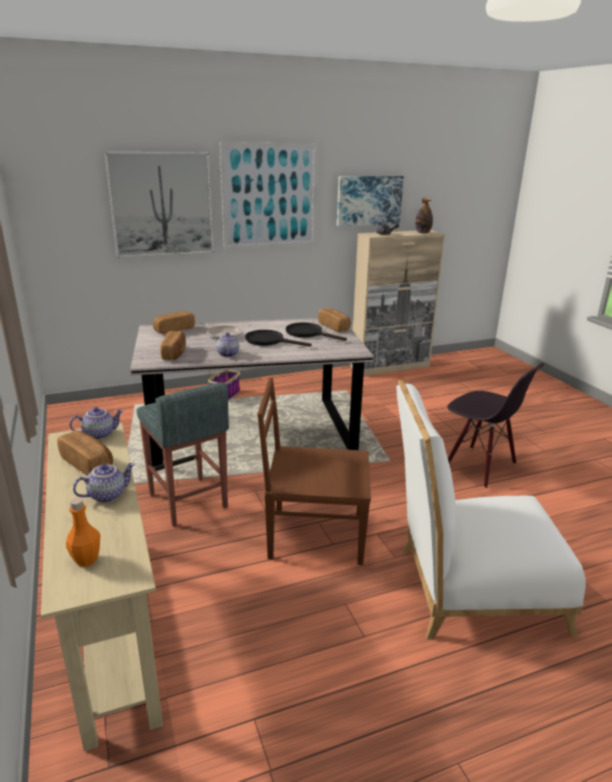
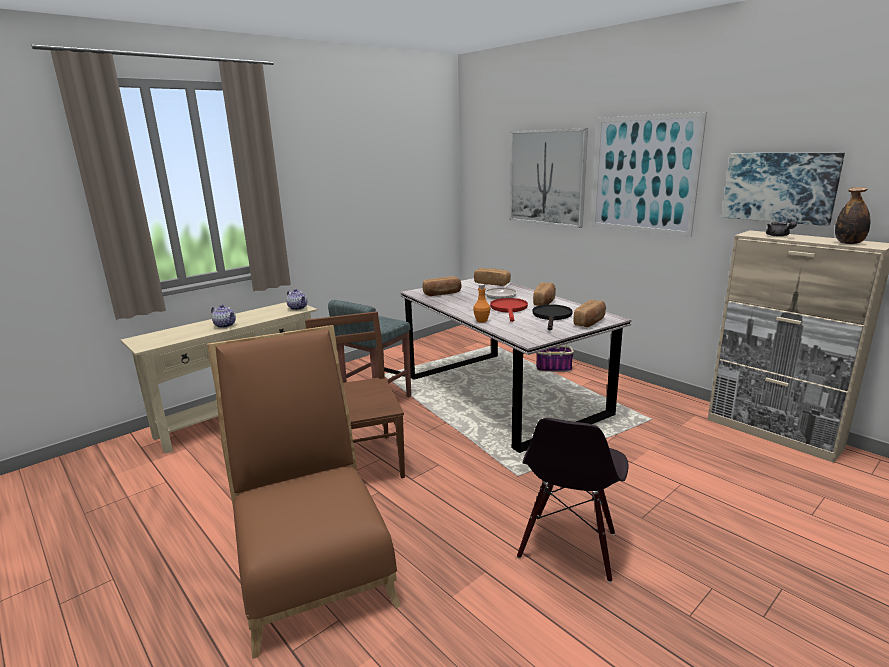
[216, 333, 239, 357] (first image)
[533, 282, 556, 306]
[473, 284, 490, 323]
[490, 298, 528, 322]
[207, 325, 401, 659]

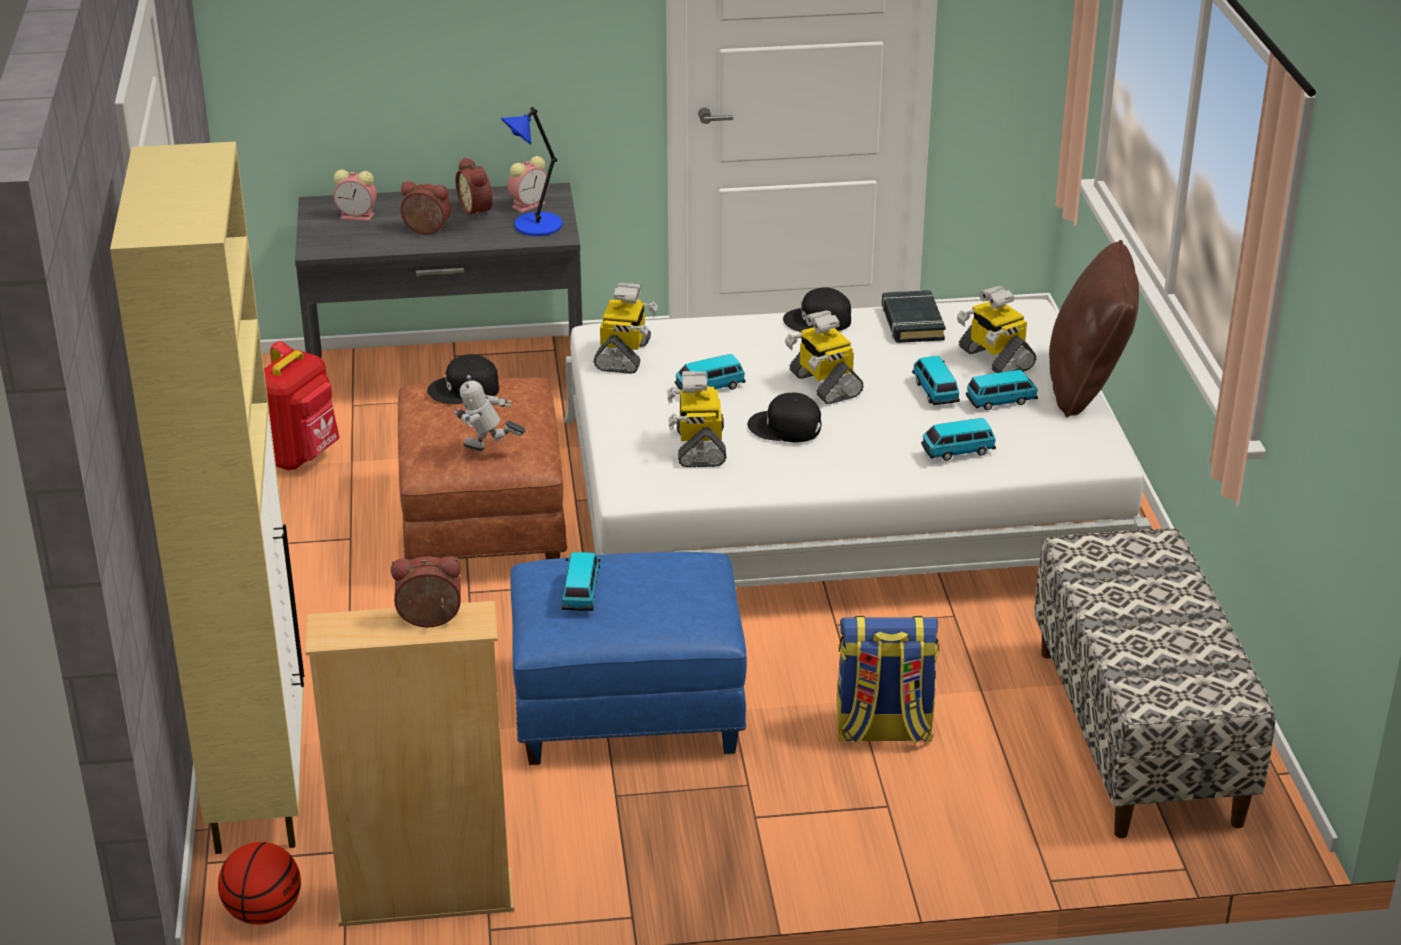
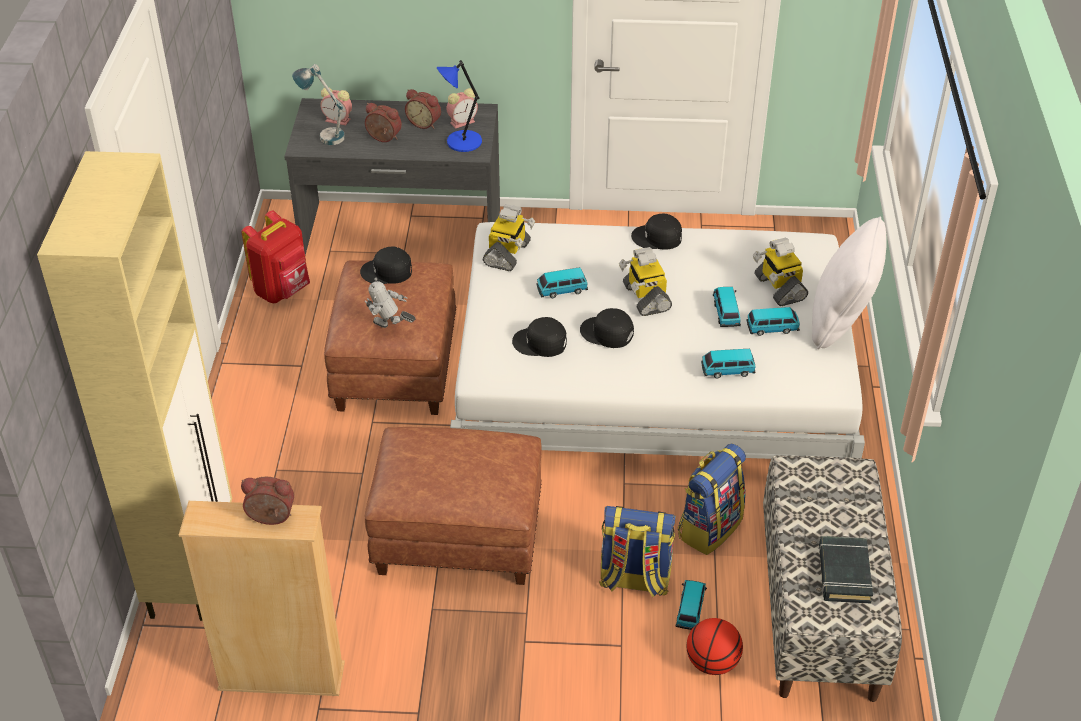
[292, 64, 345, 145]
[678, 443, 746, 555]
[686, 618, 743, 675]
[675, 580, 707, 630]
[819, 536, 873, 603]
[512, 317, 567, 357]
[365, 427, 542, 585]
[812, 216, 887, 349]
[405, 89, 441, 129]

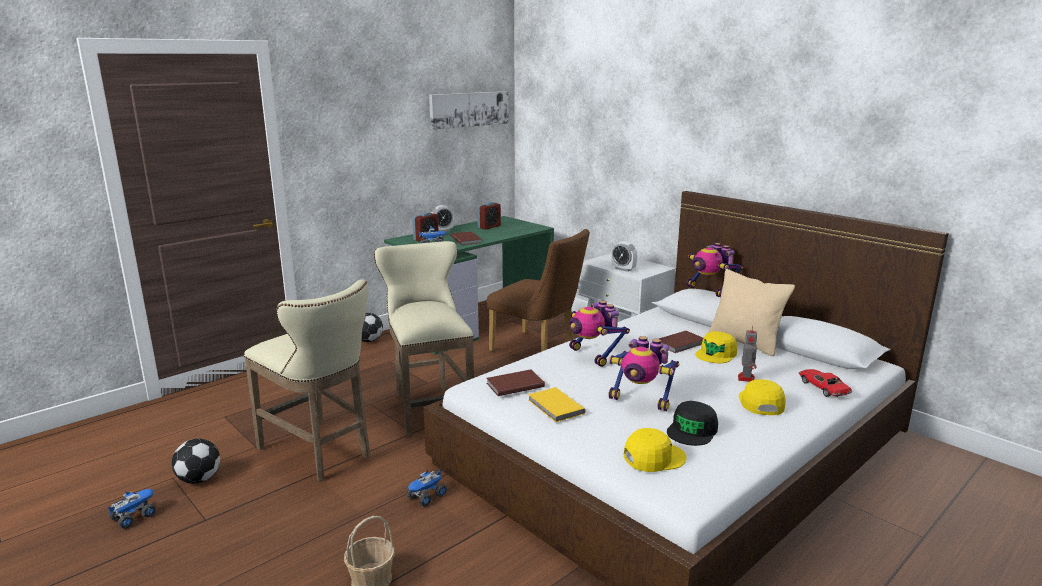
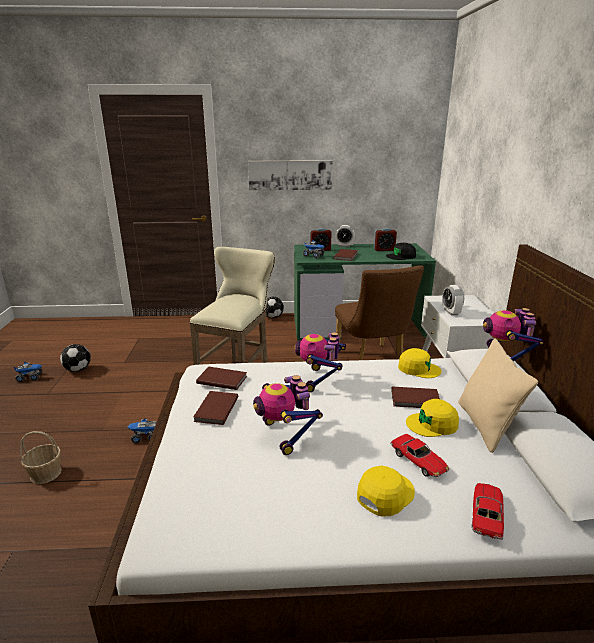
[244, 279, 371, 482] (first image)
[248, 160, 333, 190]
[398, 348, 442, 378]
[386, 243, 416, 260]
[390, 434, 449, 477]
[193, 391, 238, 425]

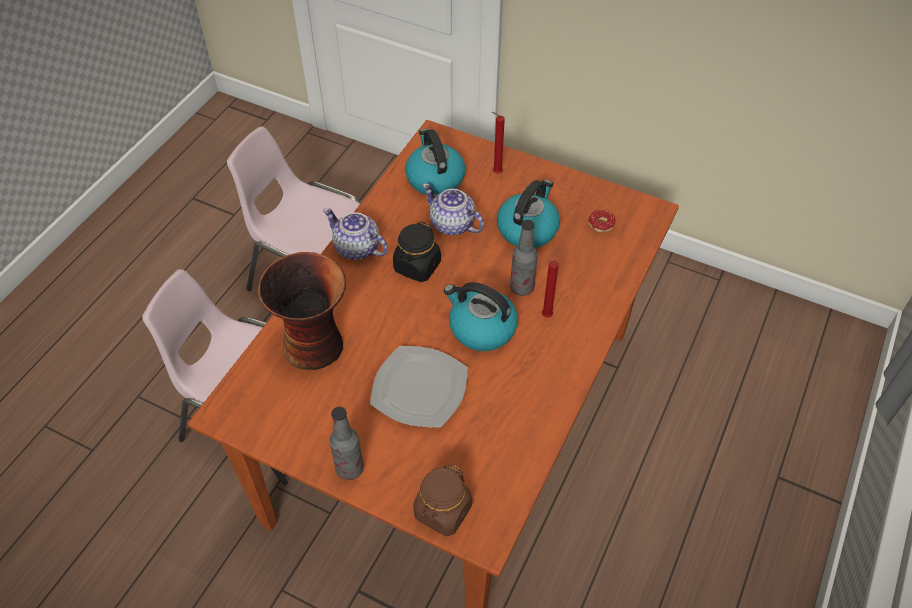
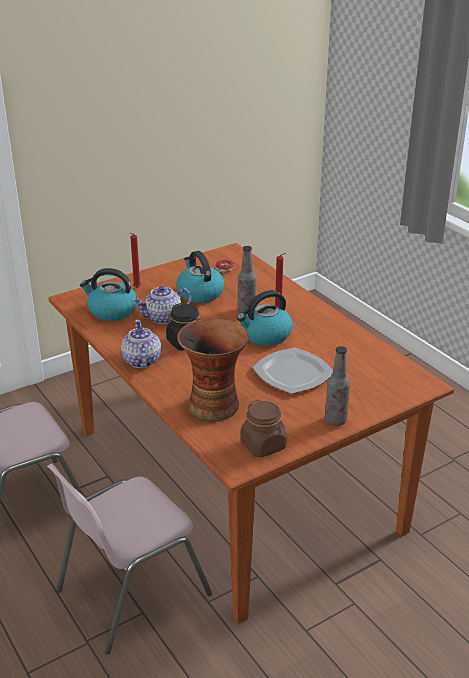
[240, 399, 287, 458]
[121, 320, 161, 369]

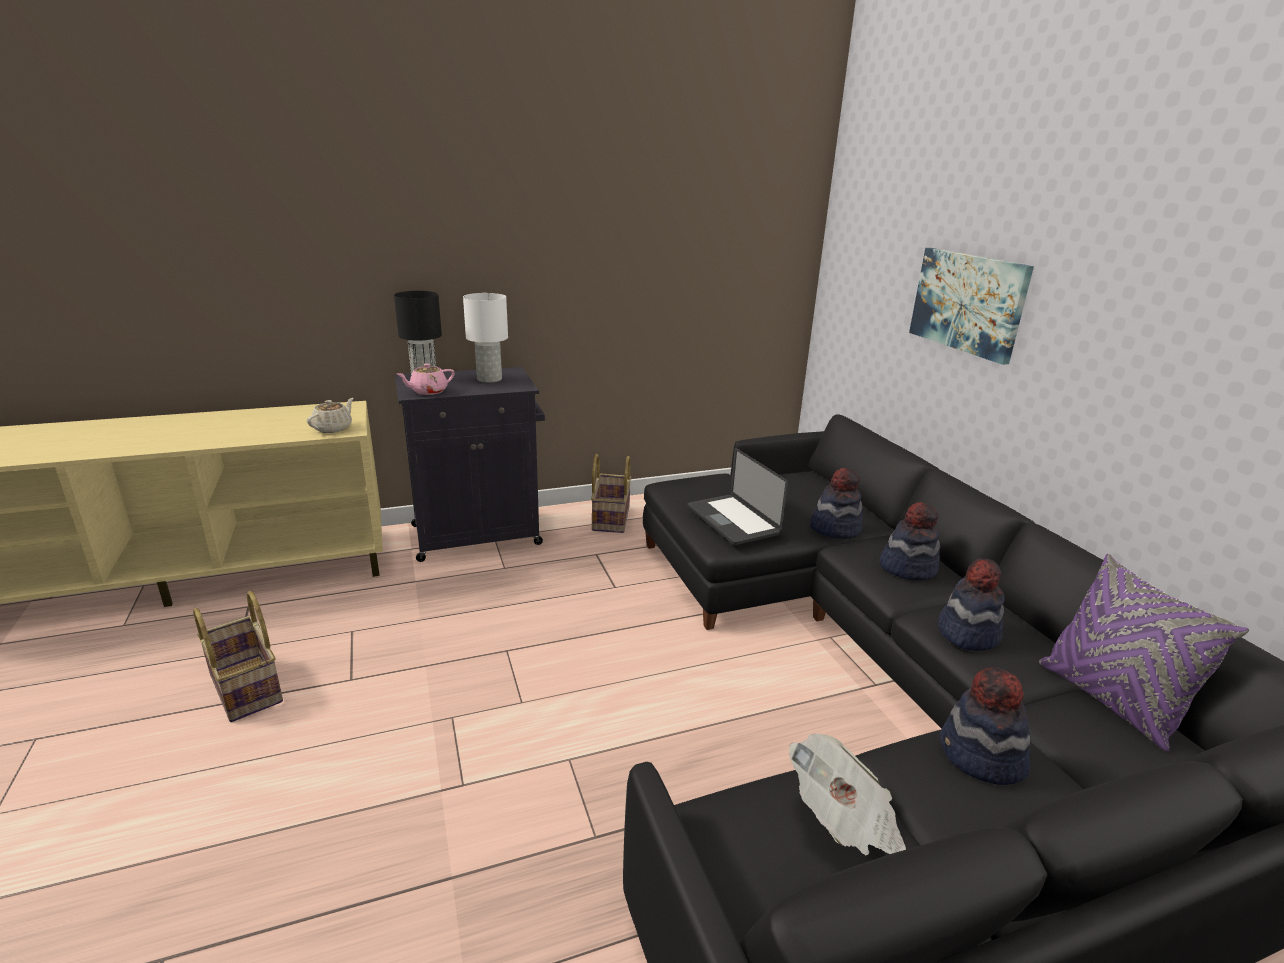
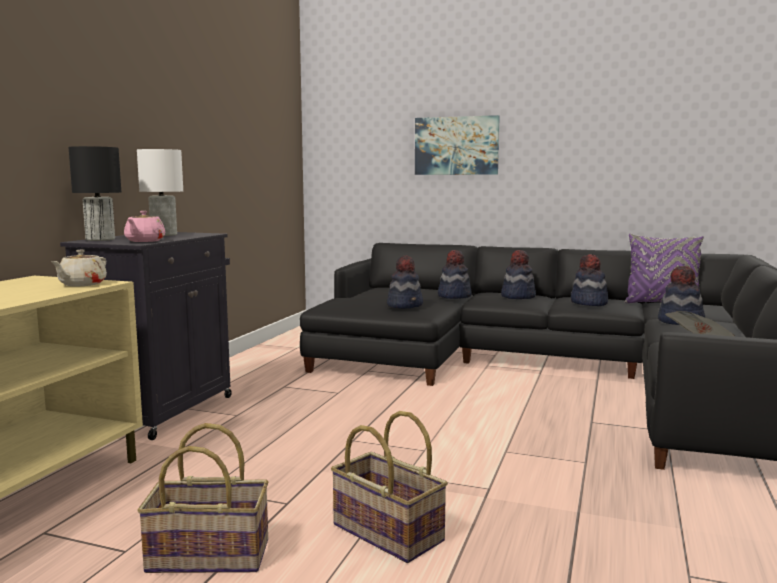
[331, 411, 448, 563]
[387, 255, 423, 308]
[51, 249, 107, 286]

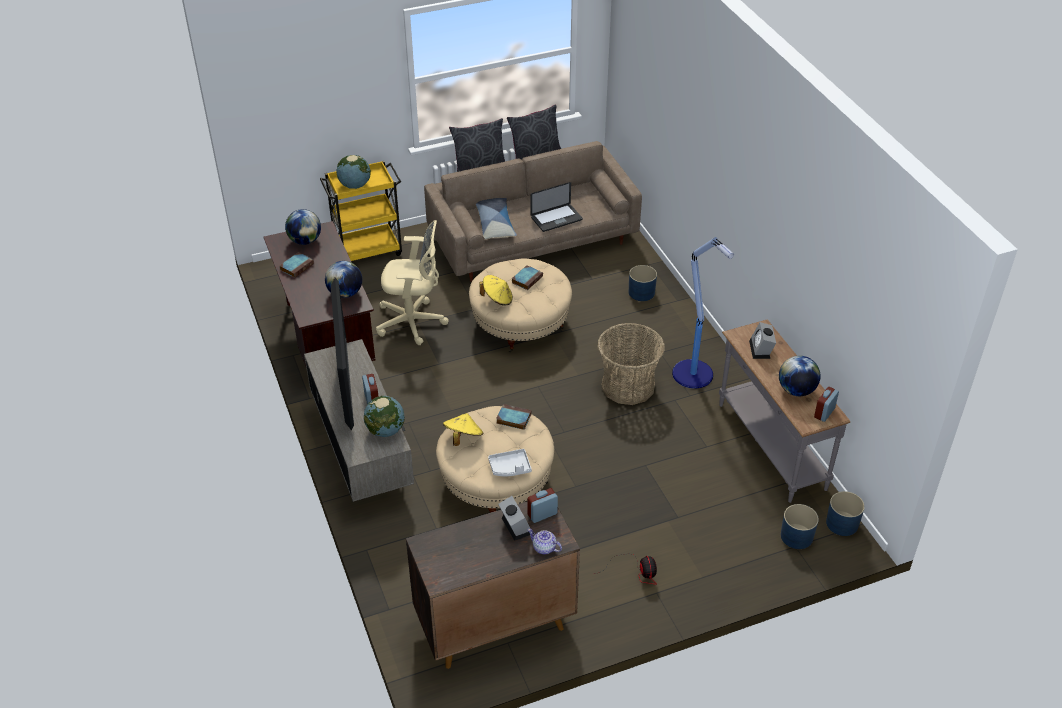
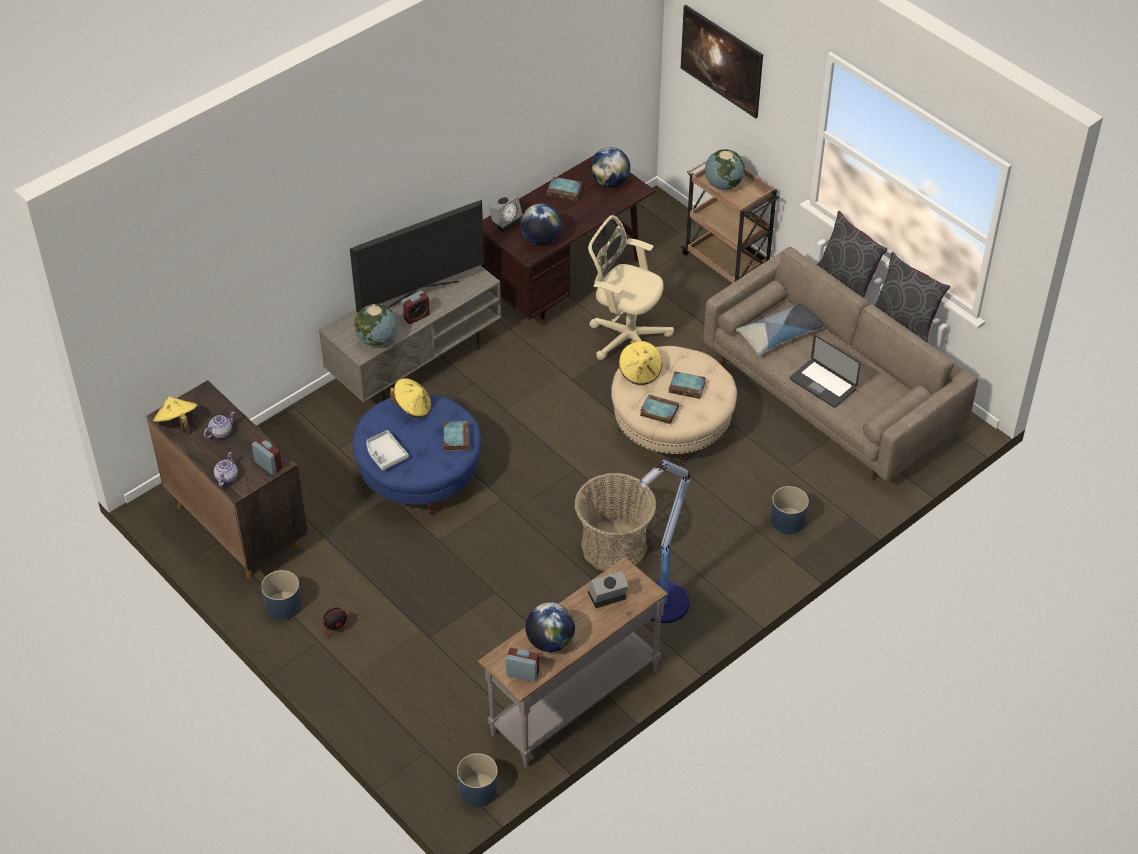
[152, 396, 198, 432]
[204, 412, 235, 438]
[640, 394, 679, 424]
[681, 5, 763, 118]
[489, 194, 523, 233]
[261, 570, 302, 620]
[681, 159, 780, 283]
[353, 395, 481, 516]
[588, 215, 674, 360]

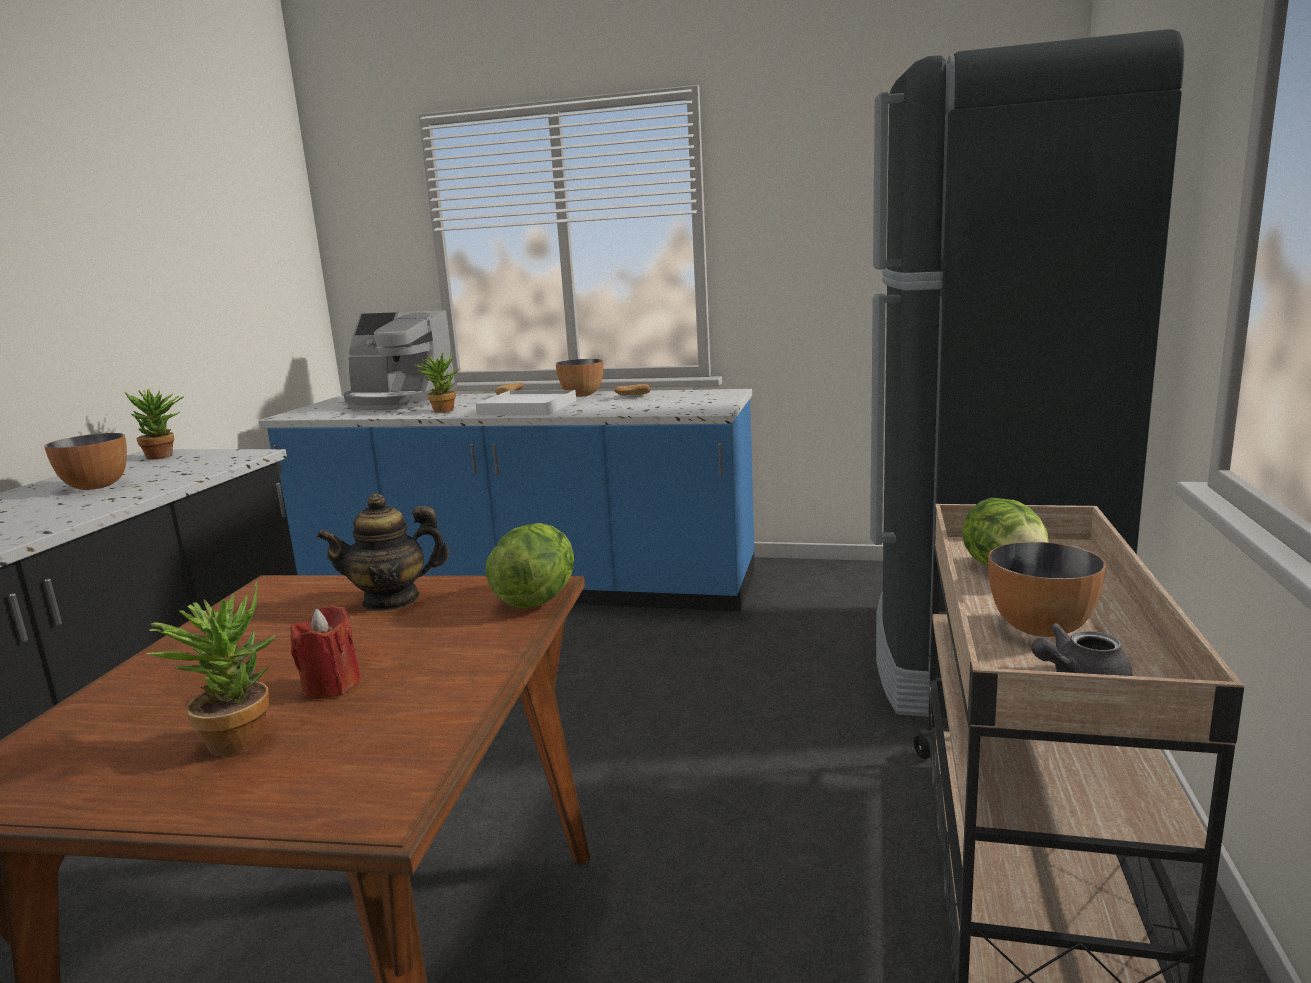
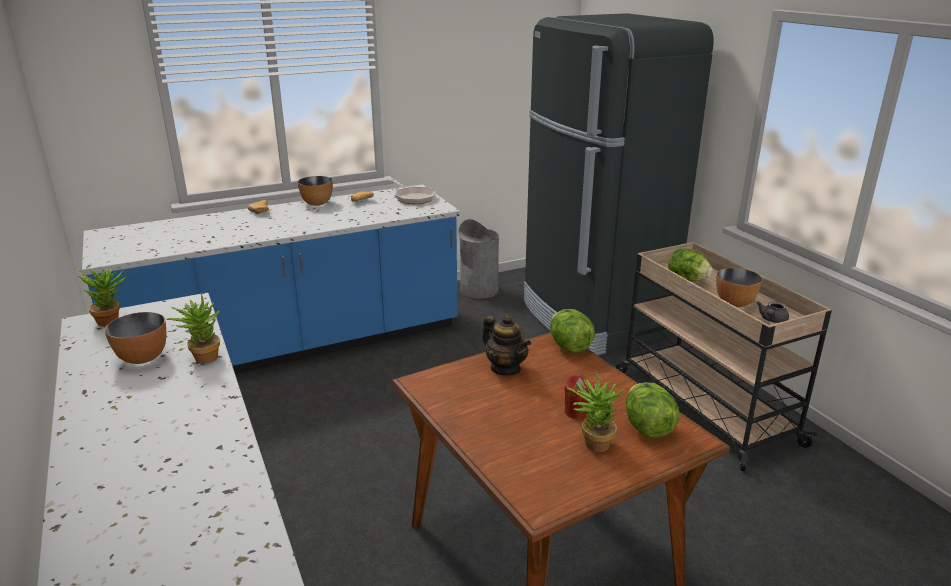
[344, 310, 458, 410] (first image)
[475, 390, 576, 415] (first image)
[389, 178, 436, 204]
[458, 219, 499, 299]
[625, 382, 679, 438]
[166, 293, 220, 364]
[482, 315, 531, 376]

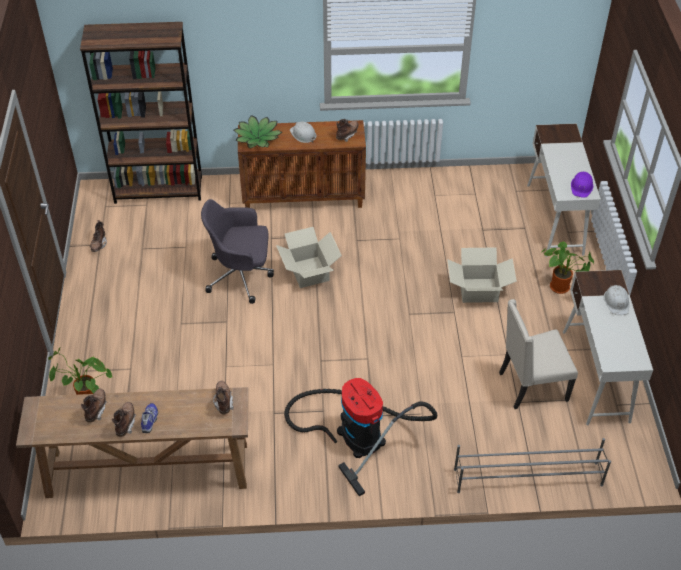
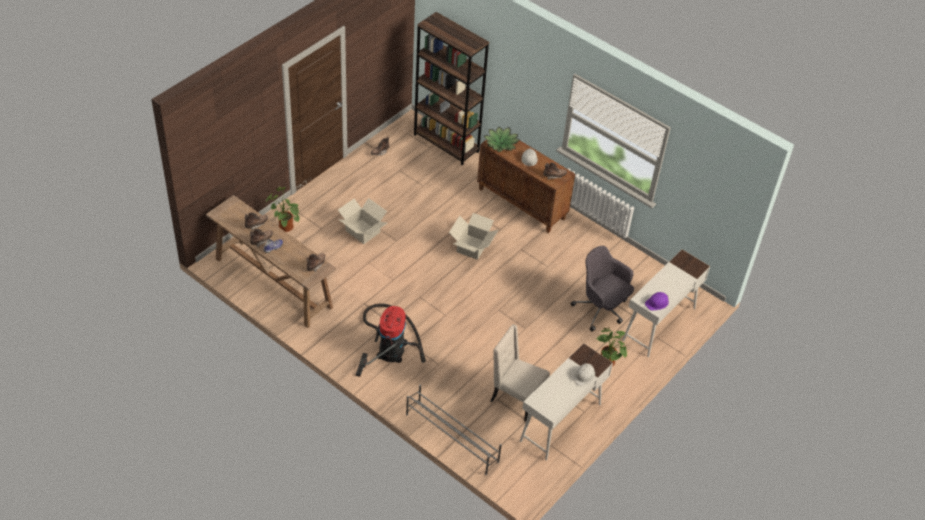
[570, 246, 634, 332]
[338, 198, 387, 244]

